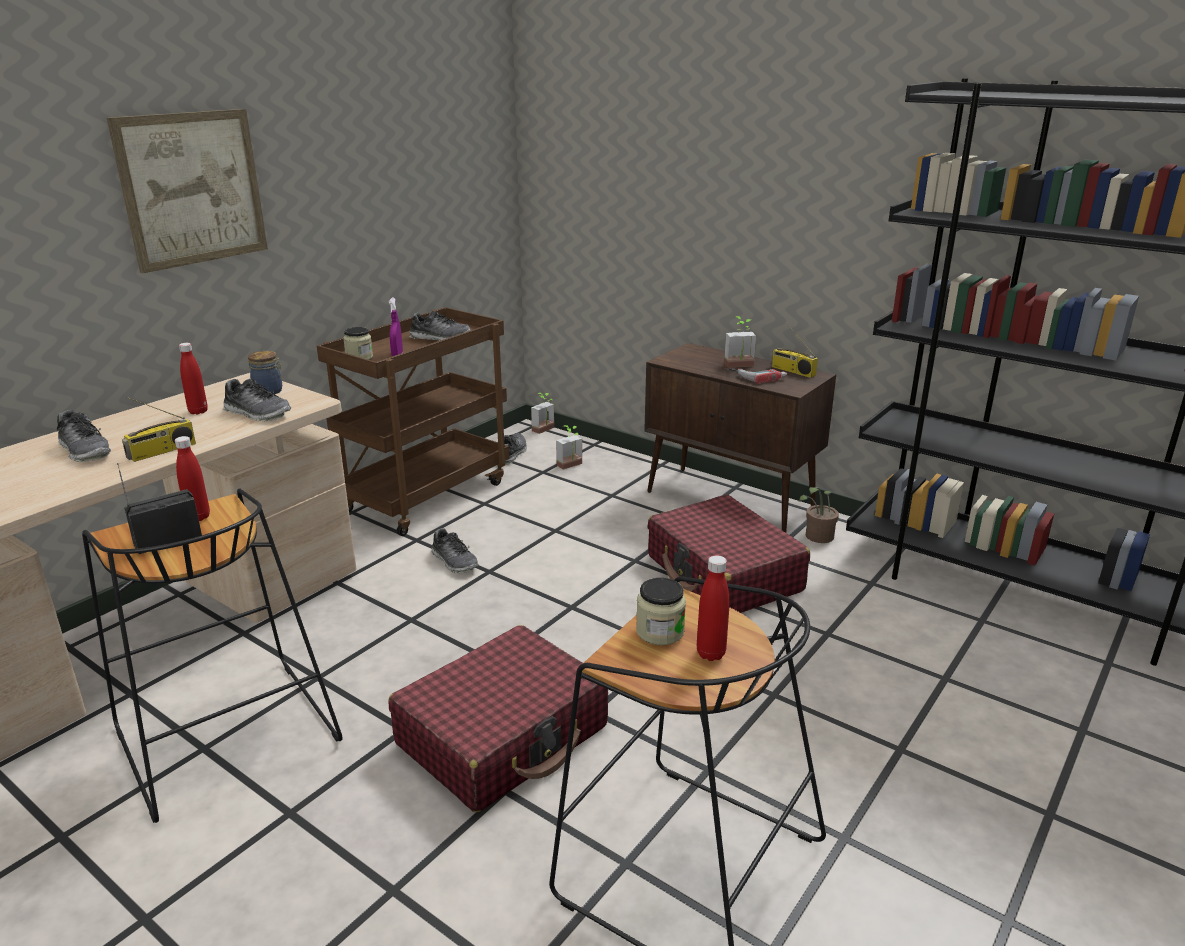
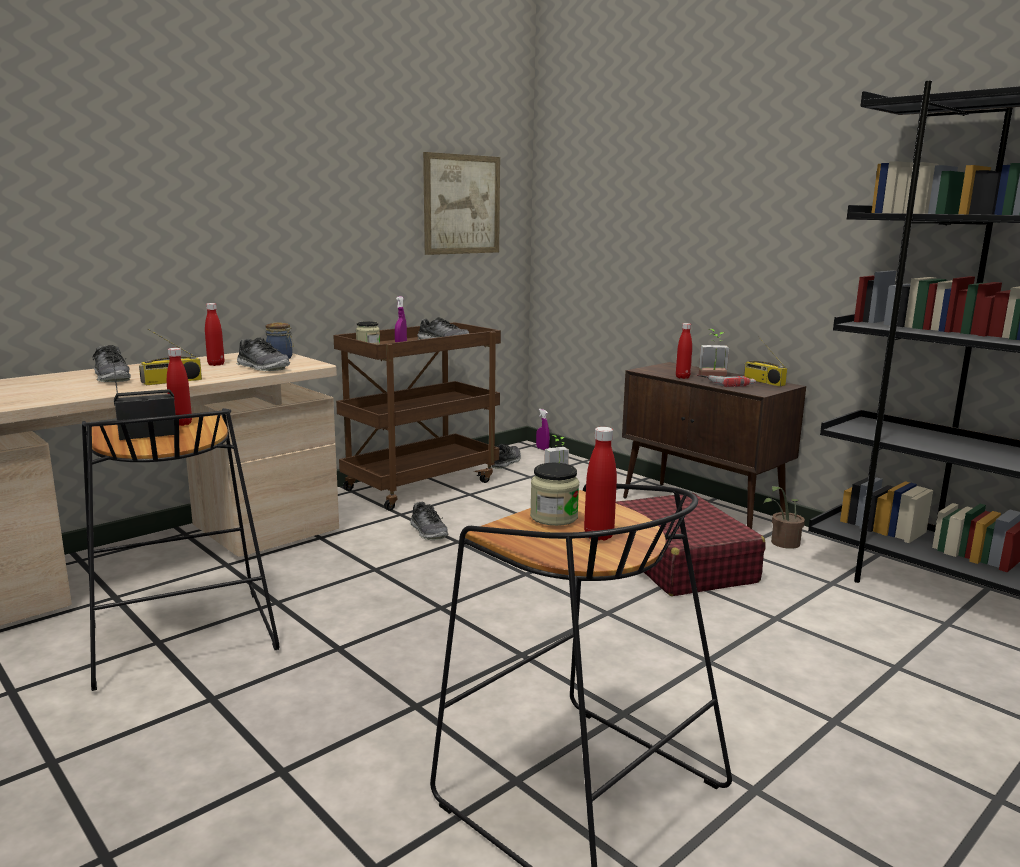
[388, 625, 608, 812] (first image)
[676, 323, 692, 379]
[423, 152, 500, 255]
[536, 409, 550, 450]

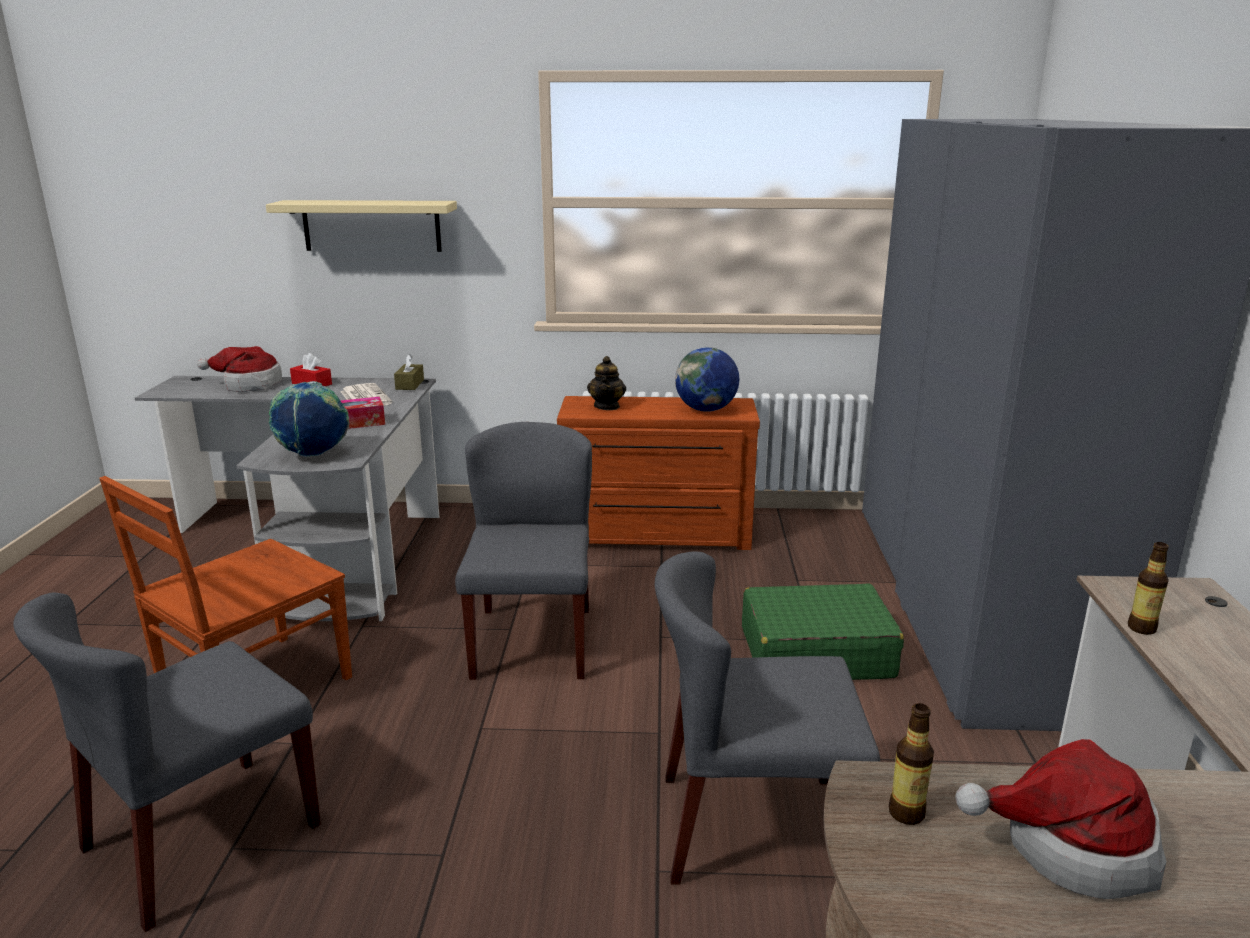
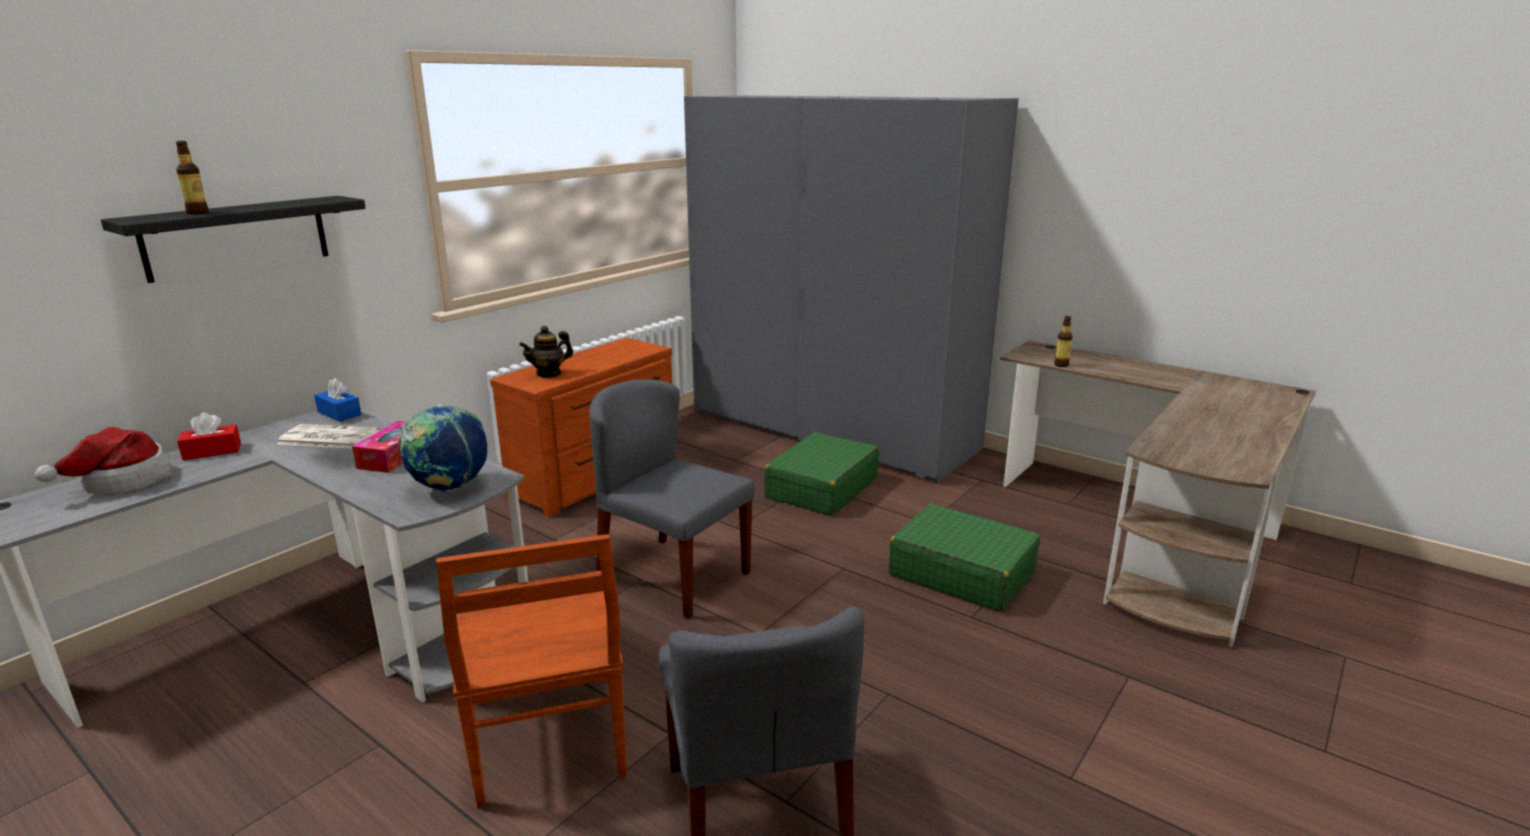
[675, 347, 739, 412] (first image)
[955, 739, 1166, 899] (first image)
[176, 141, 209, 214]
[889, 504, 1040, 612]
[101, 196, 366, 283]
[314, 378, 362, 422]
[519, 326, 573, 378]

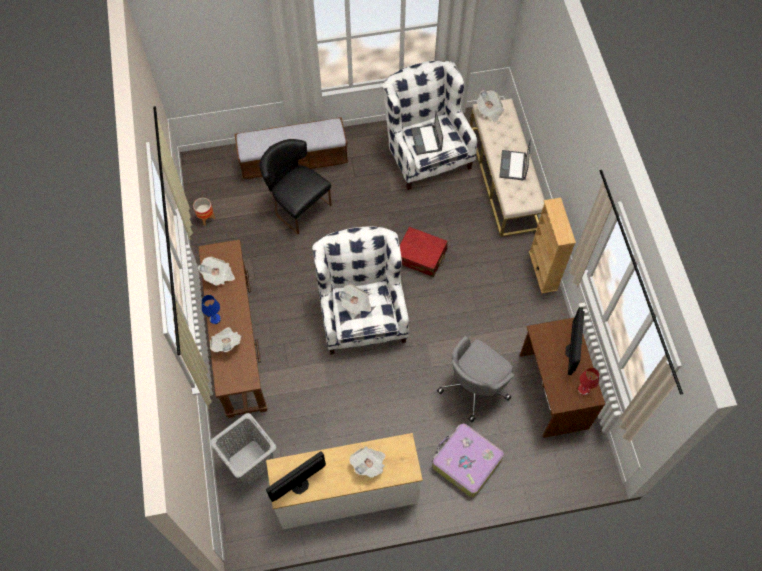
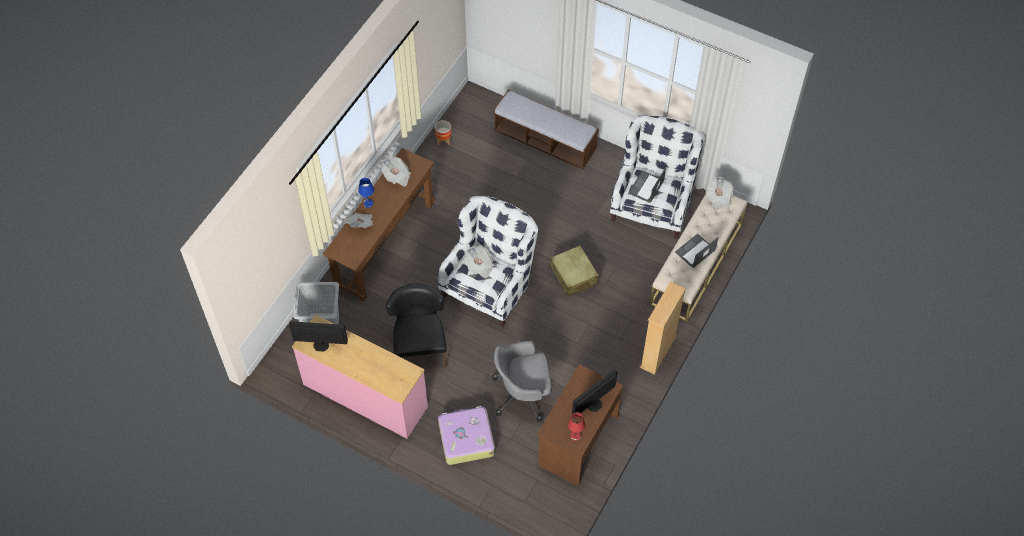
[350, 446, 386, 478] (first image)
[386, 283, 447, 367]
[292, 314, 428, 439]
[550, 245, 599, 297]

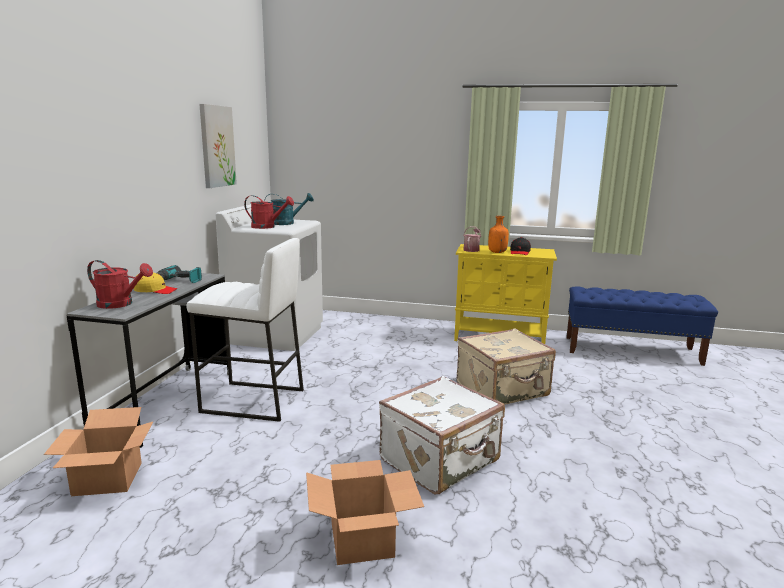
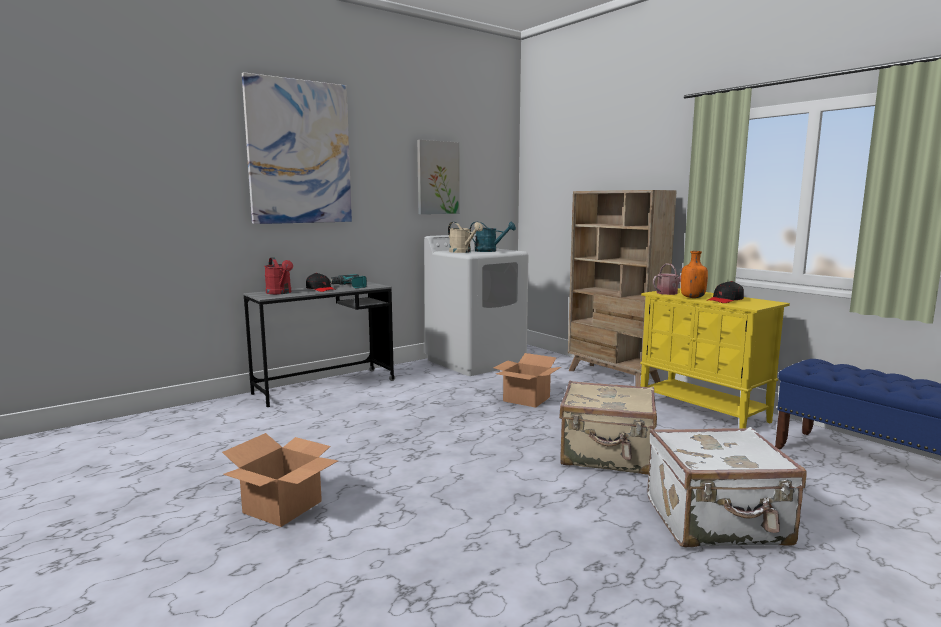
[186, 238, 304, 422] (first image)
[242, 72, 352, 224]
[568, 190, 677, 387]
[493, 353, 561, 408]
[648, 427, 806, 547]
[306, 273, 336, 292]
[448, 222, 483, 253]

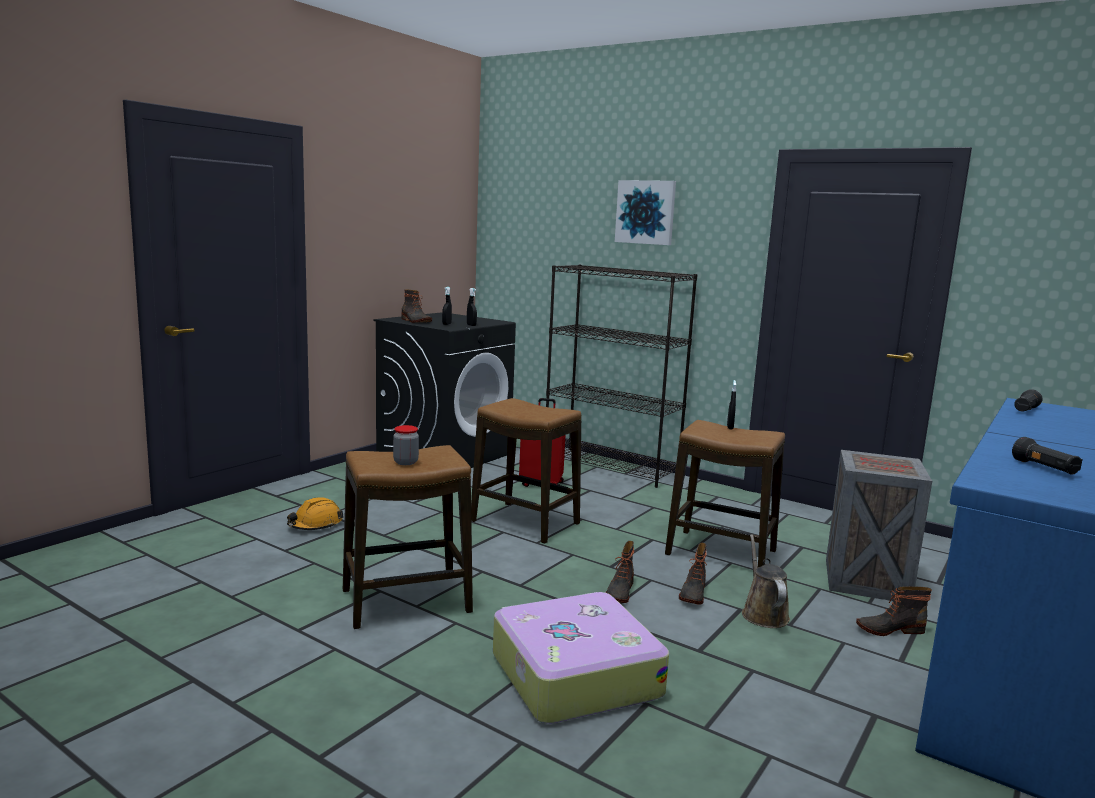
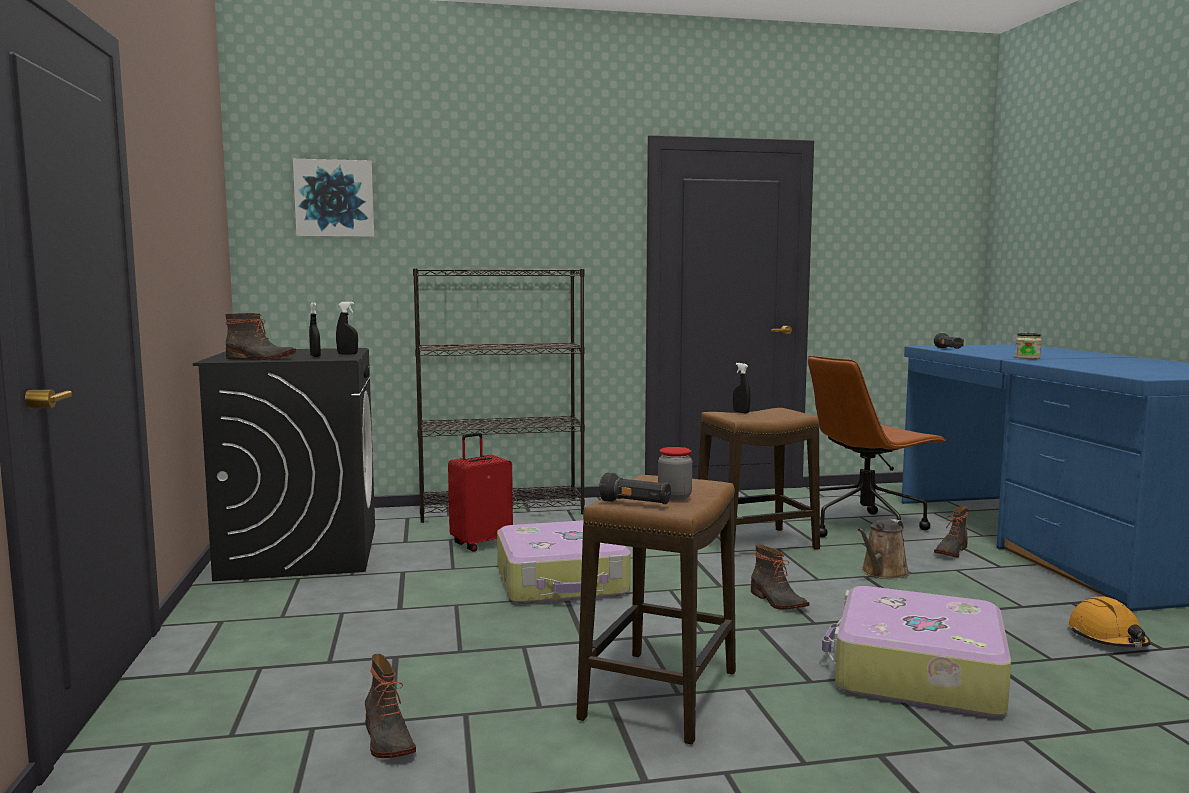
[1015, 333, 1042, 359]
[1068, 596, 1151, 647]
[293, 159, 374, 237]
[365, 654, 416, 758]
[599, 472, 671, 504]
[497, 520, 631, 604]
[808, 356, 946, 541]
[858, 519, 910, 579]

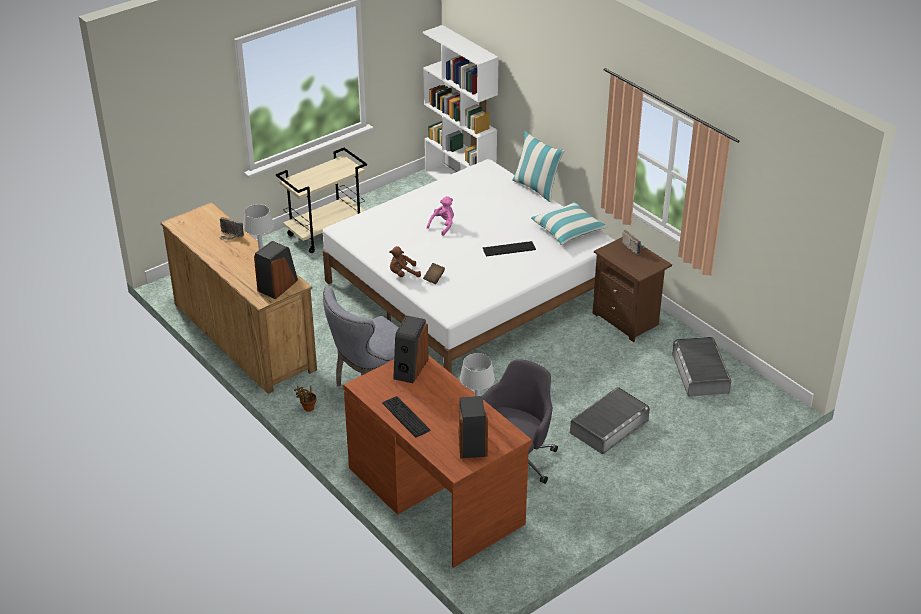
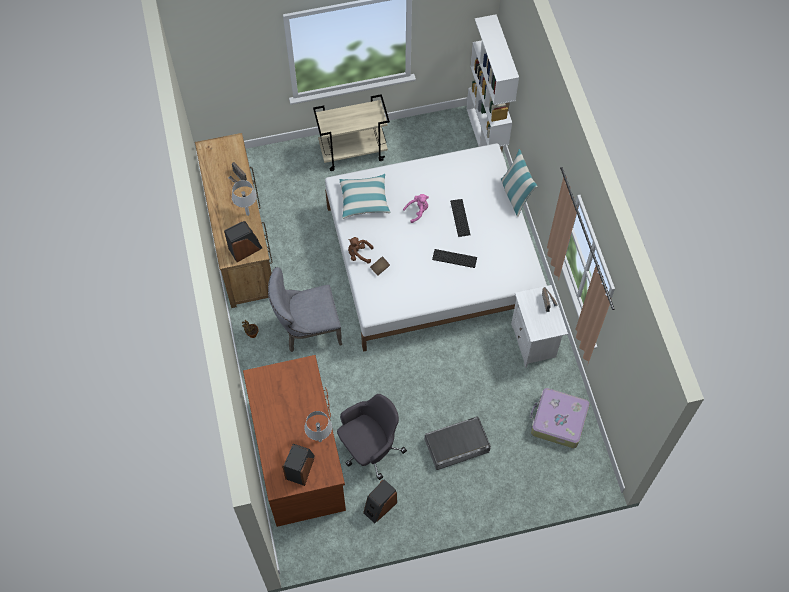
[450, 199, 471, 237]
[363, 479, 397, 524]
[339, 174, 390, 219]
[530, 388, 590, 448]
[511, 285, 568, 368]

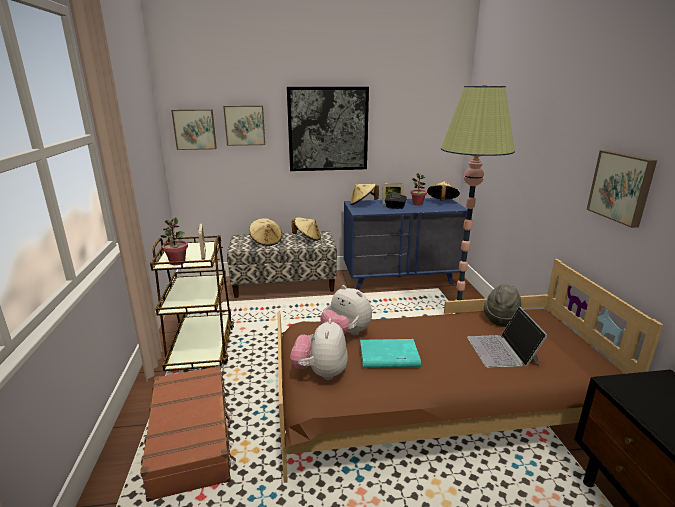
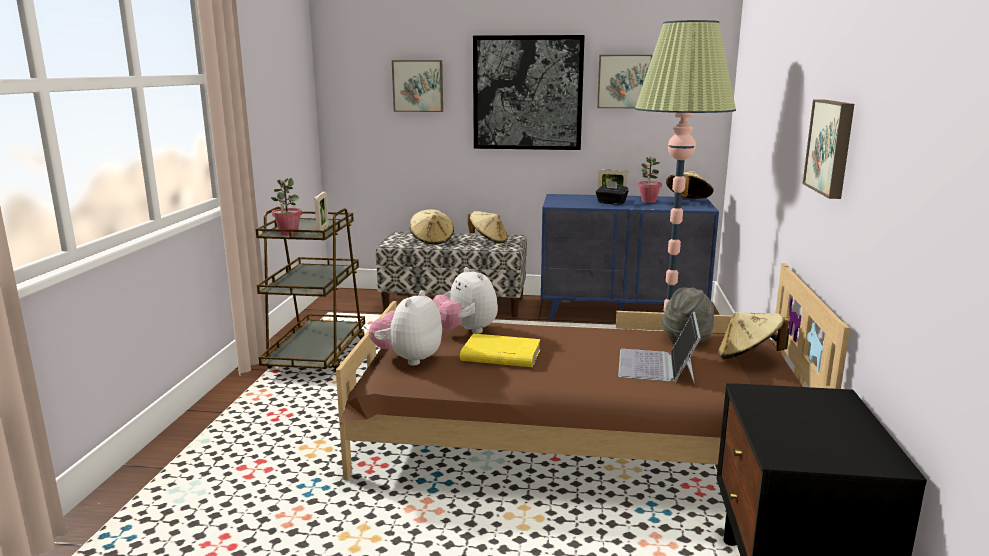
[140, 366, 236, 502] (first image)
[597, 55, 653, 108]
[718, 312, 790, 359]
[460, 333, 541, 367]

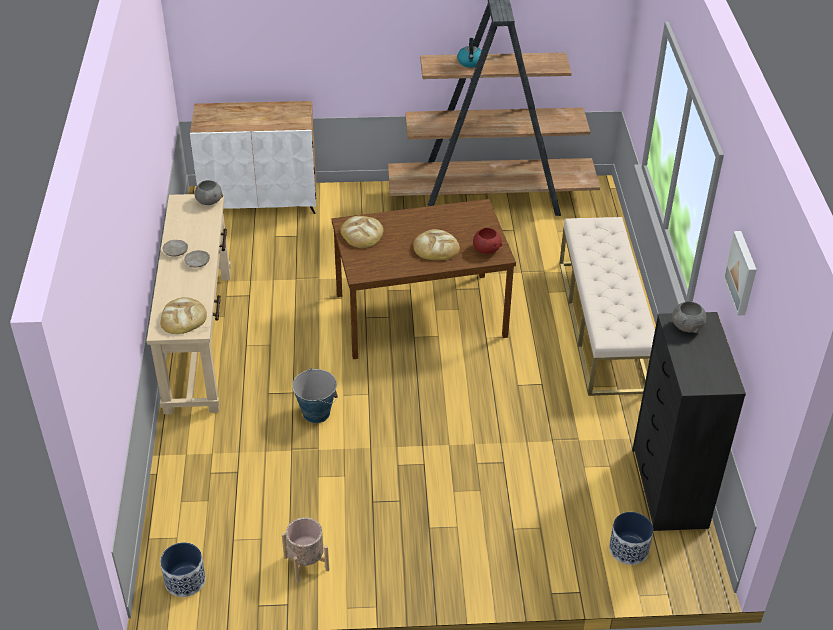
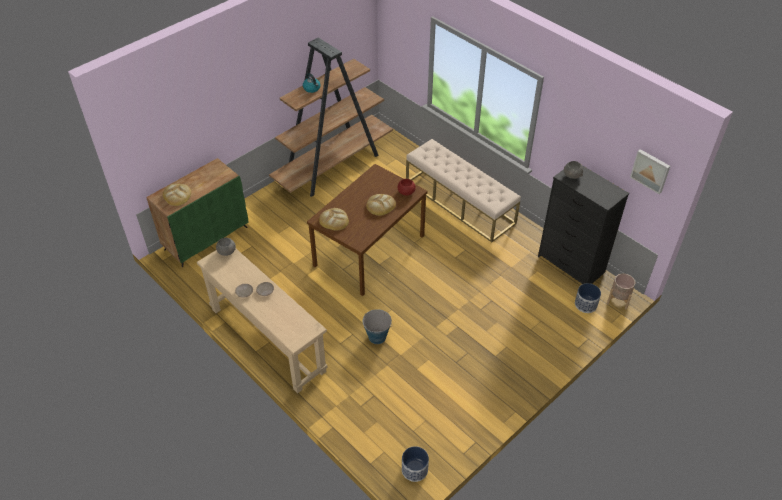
[163, 184, 191, 206]
[607, 274, 636, 310]
[630, 149, 670, 194]
[146, 158, 249, 267]

